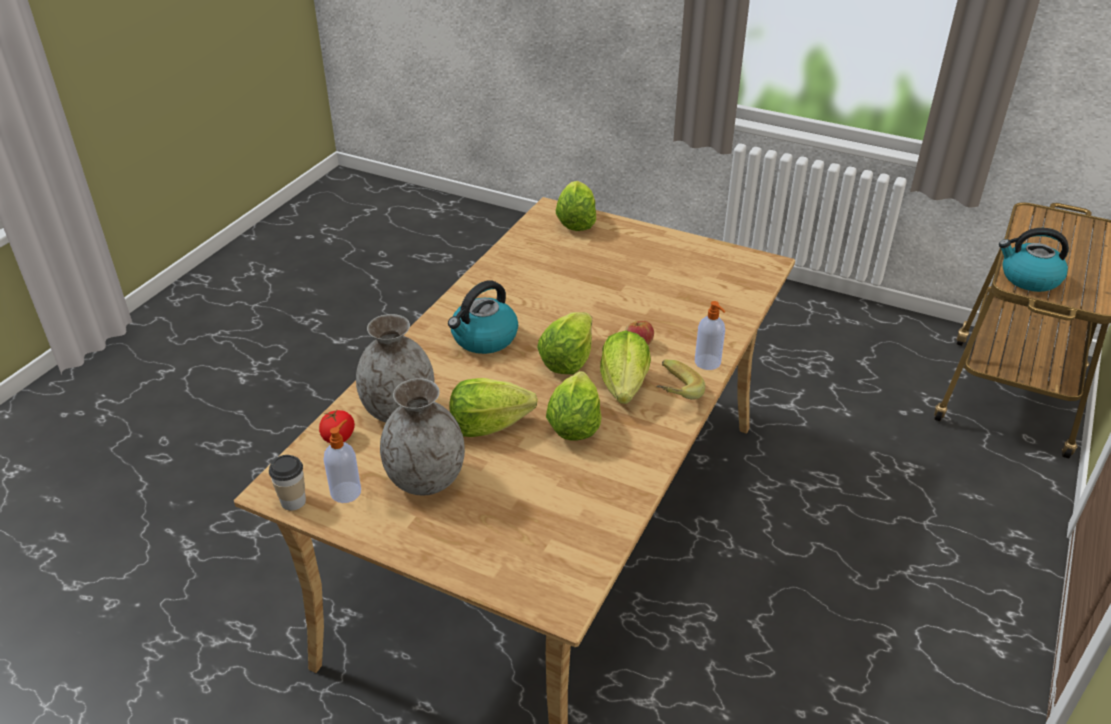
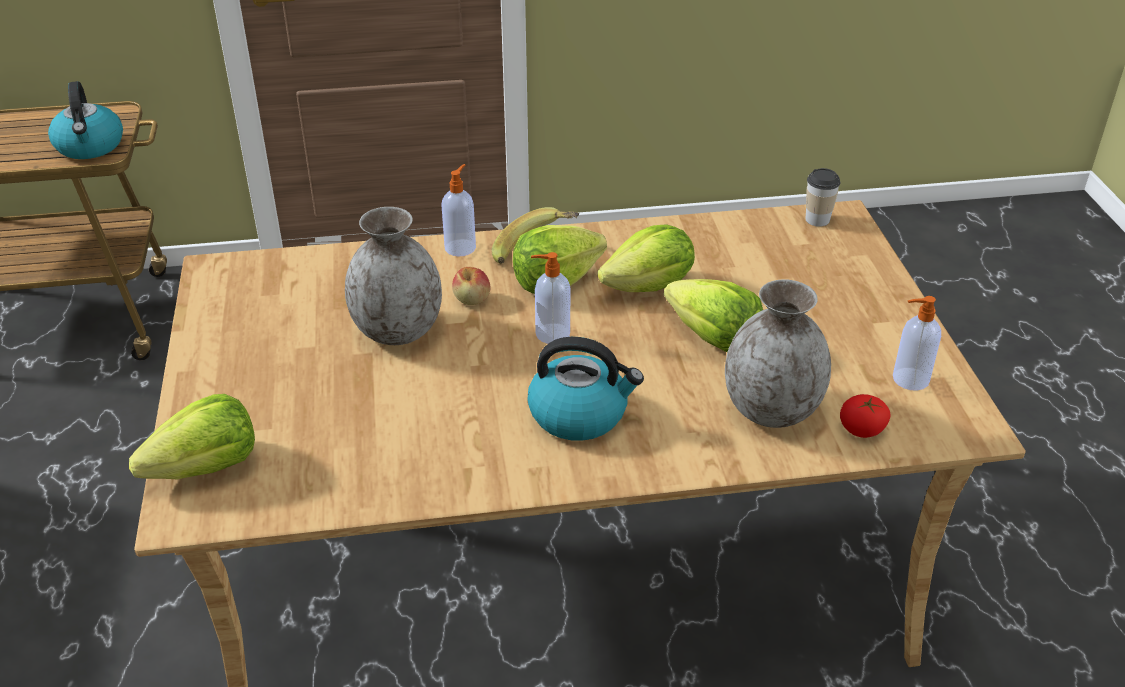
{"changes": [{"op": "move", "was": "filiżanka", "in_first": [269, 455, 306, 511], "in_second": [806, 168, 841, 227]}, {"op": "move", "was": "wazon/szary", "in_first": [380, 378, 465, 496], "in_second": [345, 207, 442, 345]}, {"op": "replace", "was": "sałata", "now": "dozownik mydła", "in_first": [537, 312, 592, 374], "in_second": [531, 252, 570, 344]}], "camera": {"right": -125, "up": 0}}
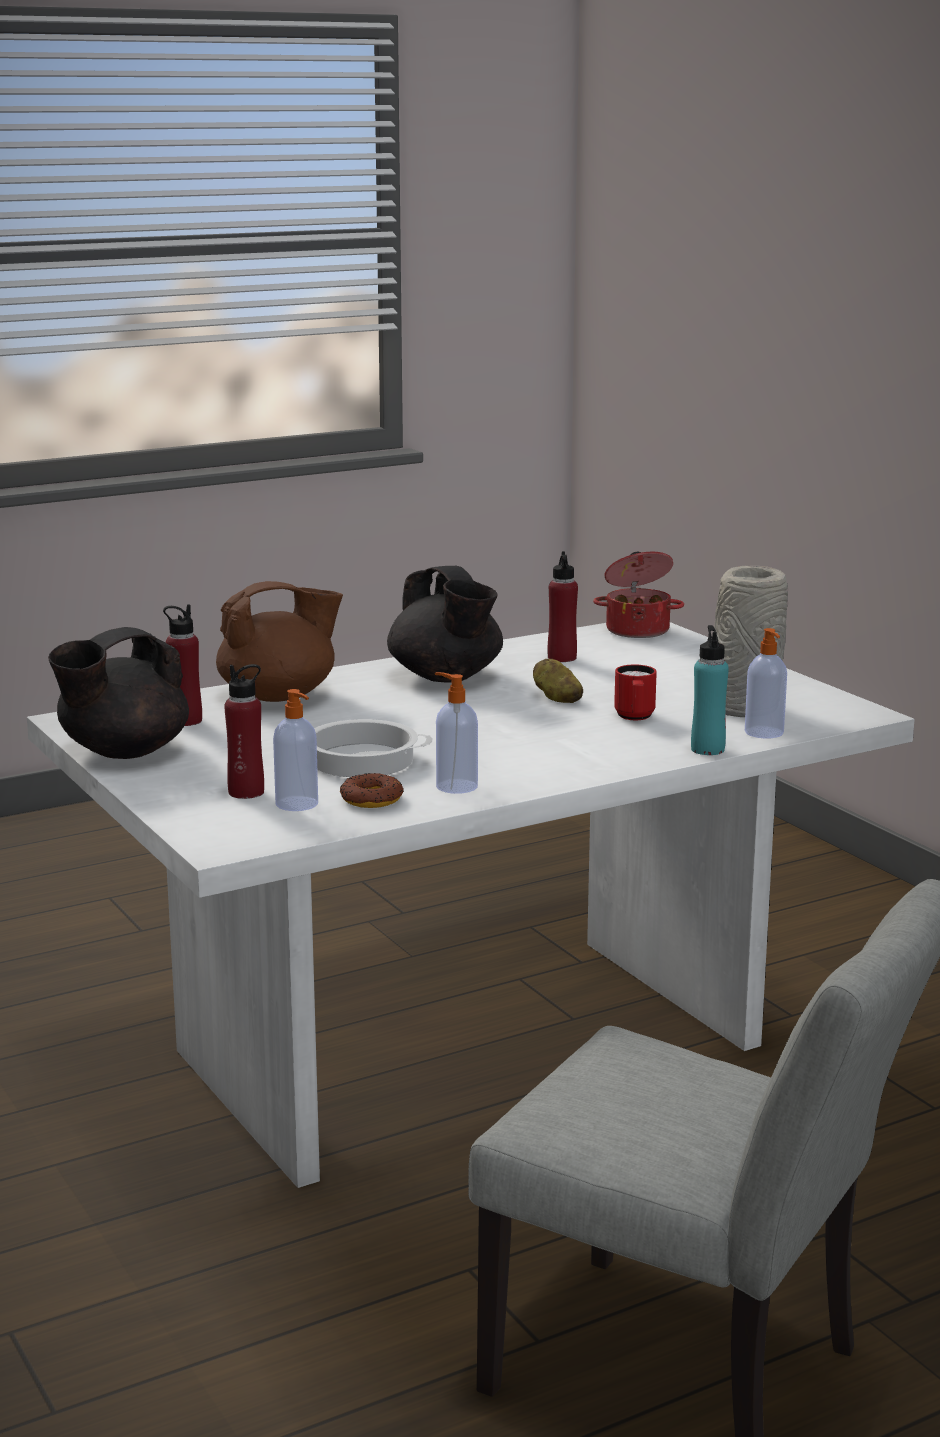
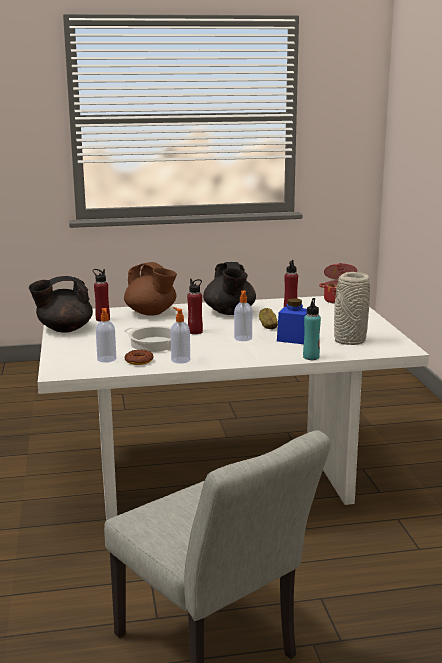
{"changes": [{"op": "move", "was": "butelka/czerwony", "in_first": [224, 664, 264, 799], "in_second": [187, 279, 203, 334]}, {"op": "move", "was": "dozownik mydła", "in_first": [745, 628, 787, 739], "in_second": [234, 291, 252, 341]}, {"op": "replace", "was": "kubek/czerwony", "now": "słoik/niebieski", "in_first": [614, 664, 657, 720], "in_second": [277, 298, 307, 344]}, {"op": "rotate", "was": "imbryk/brązowy", "in_first": [216, 581, 343, 702], "in_second": [124, 262, 177, 316], "clockwise": 45}], "camera": {"right": 20, "up": 0}}
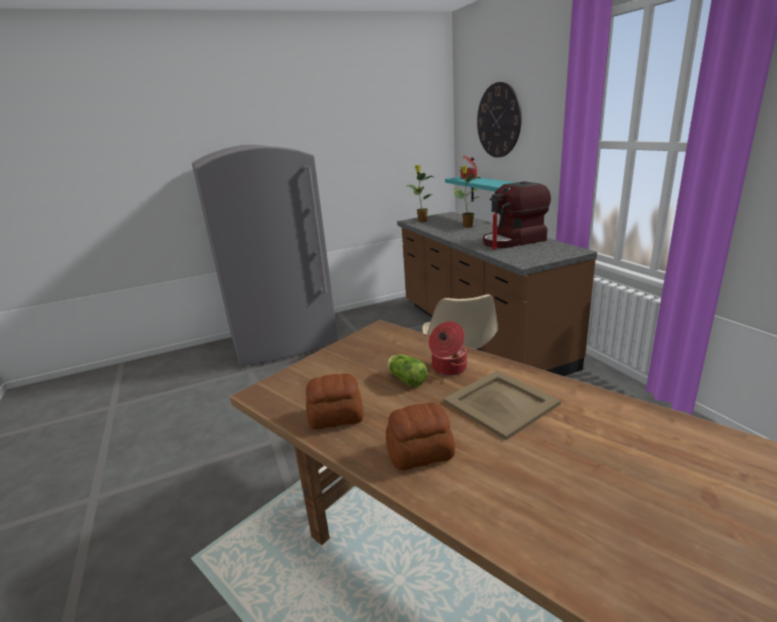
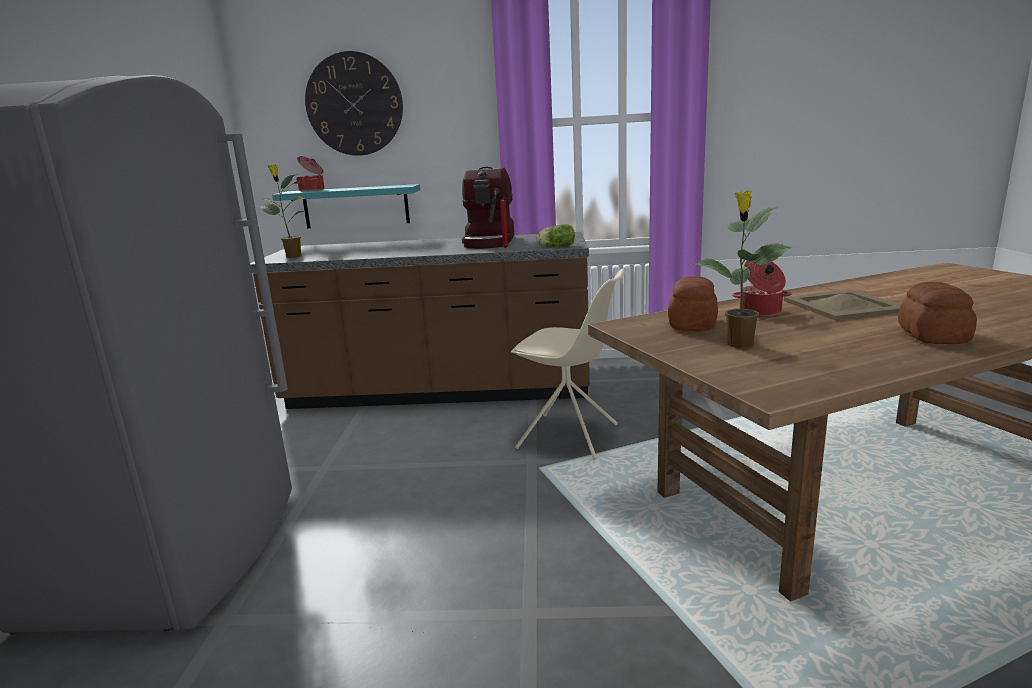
{"changes": [{"op": "move", "was": "chleb", "in_first": [306, 373, 364, 429], "in_second": [668, 276, 718, 331]}, {"op": "move", "was": "sałata", "in_first": [387, 354, 428, 387], "in_second": [536, 224, 575, 246]}, {"op": "move", "was": "roślina doniczkowa", "in_first": [453, 166, 480, 228], "in_second": [694, 191, 792, 348]}], "camera": {"right": -65, "up": -5}}
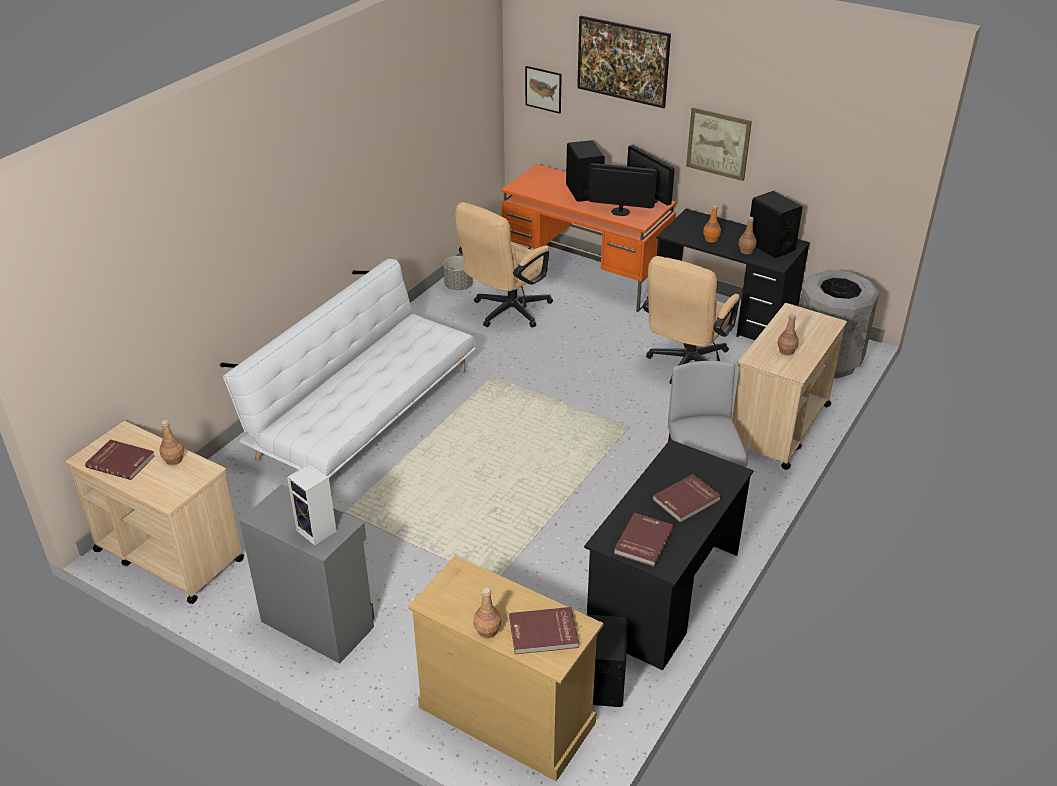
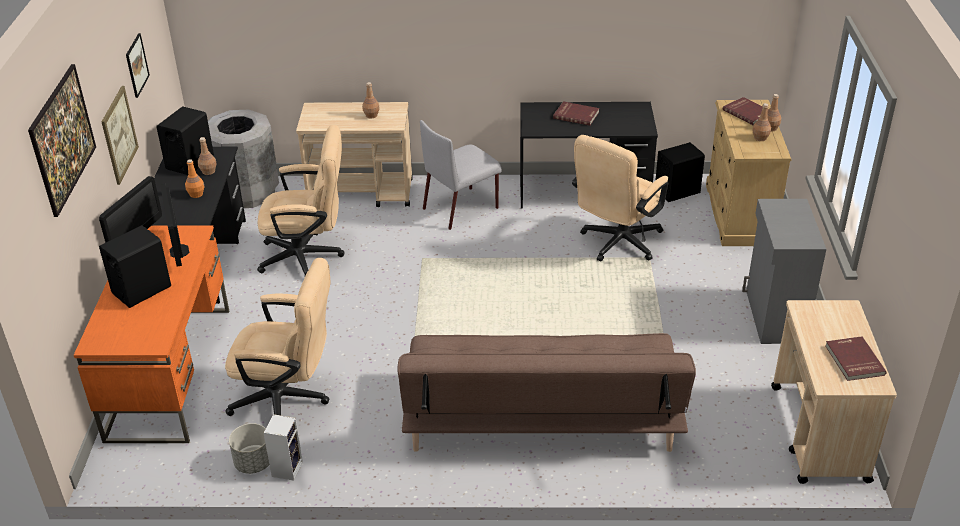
{"changes": [{"op": "delete", "was": "książka/czerwony", "in_first": [614, 513, 674, 567]}, {"op": "insert", "now": "krzesło biurowe/beżowy", "in_second": [572, 135, 668, 262]}, {"op": "move", "was": "butelka/brązowy", "in_first": [159, 420, 184, 465], "in_second": [752, 103, 771, 141]}, {"op": "move", "was": "głośnik", "in_first": [287, 464, 337, 545], "in_second": [264, 414, 303, 481]}, {"op": "move", "was": "obraz", "in_first": [525, 66, 562, 114], "in_second": [126, 33, 150, 98]}, {"op": "recolor", "was": "kanapa/biały", "now": "kanapa/brązowy", "in_first": [220, 259, 476, 489], "in_second": [397, 333, 696, 452]}], "camera": {"right": -120, "up": 0}}
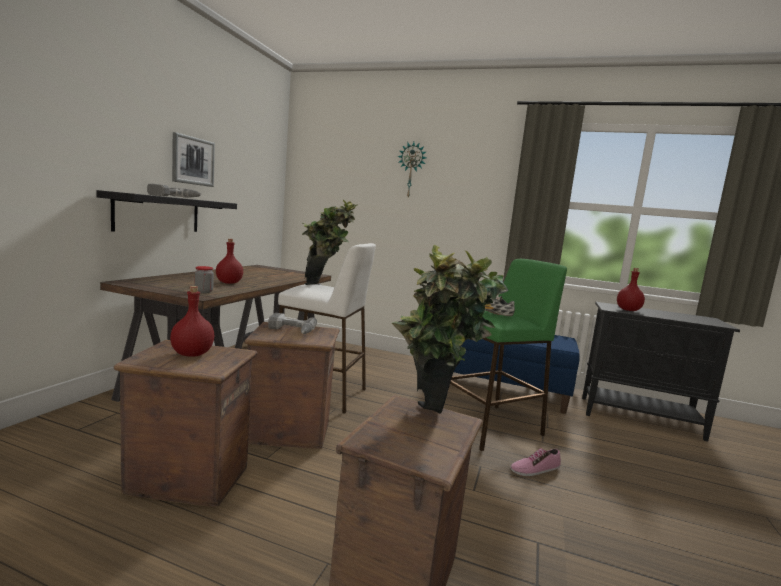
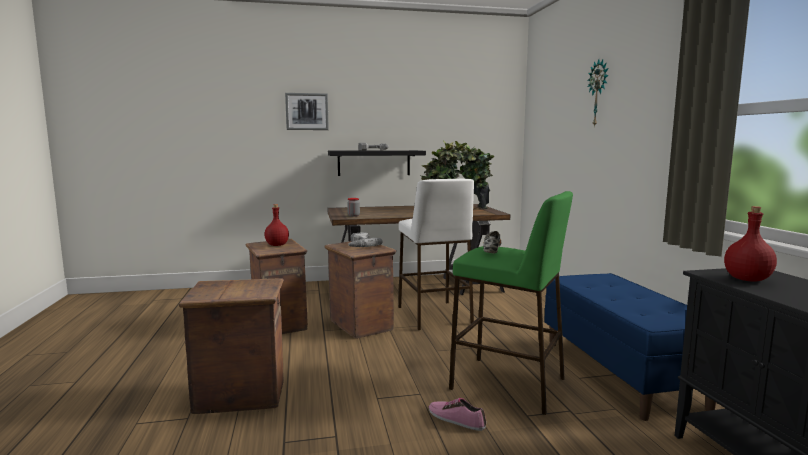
{"changes": [{"op": "delete", "was": "butelka/czerwony", "in_first": [216, 239, 243, 284]}, {"op": "move", "was": "obraz", "in_first": [172, 132, 215, 187], "in_second": [285, 93, 329, 130]}, {"op": "move", "was": "roślina doniczkowa", "in_first": [392, 245, 509, 414], "in_second": [457, 144, 494, 209]}], "camera": {"right": 60, "up": 0}}
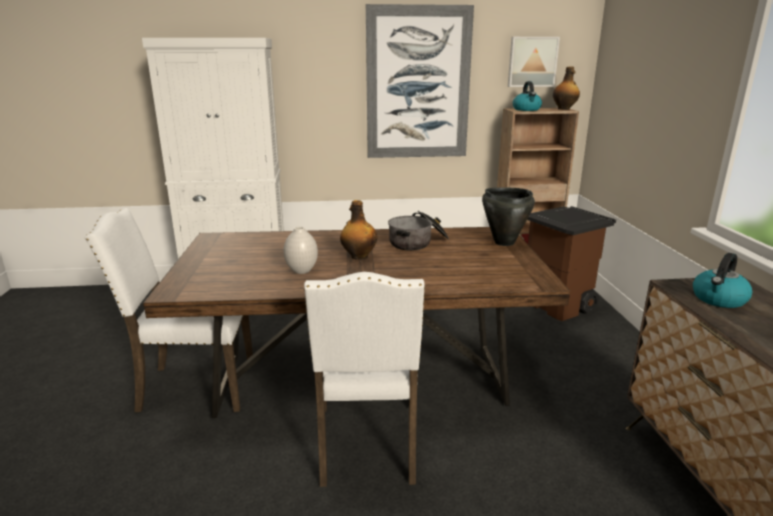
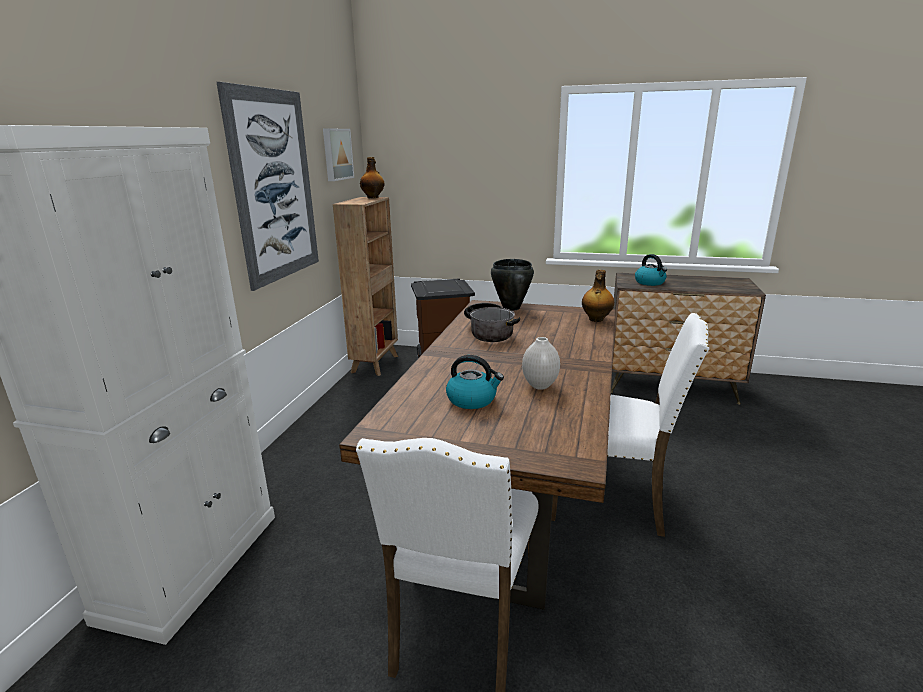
{"changes": [{"op": "move", "was": "butelka", "in_first": [340, 200, 377, 260], "in_second": [582, 270, 614, 322]}, {"op": "move", "was": "czajnik", "in_first": [513, 81, 542, 111], "in_second": [446, 355, 504, 409]}], "camera": {"right": -70, "up": 0}}
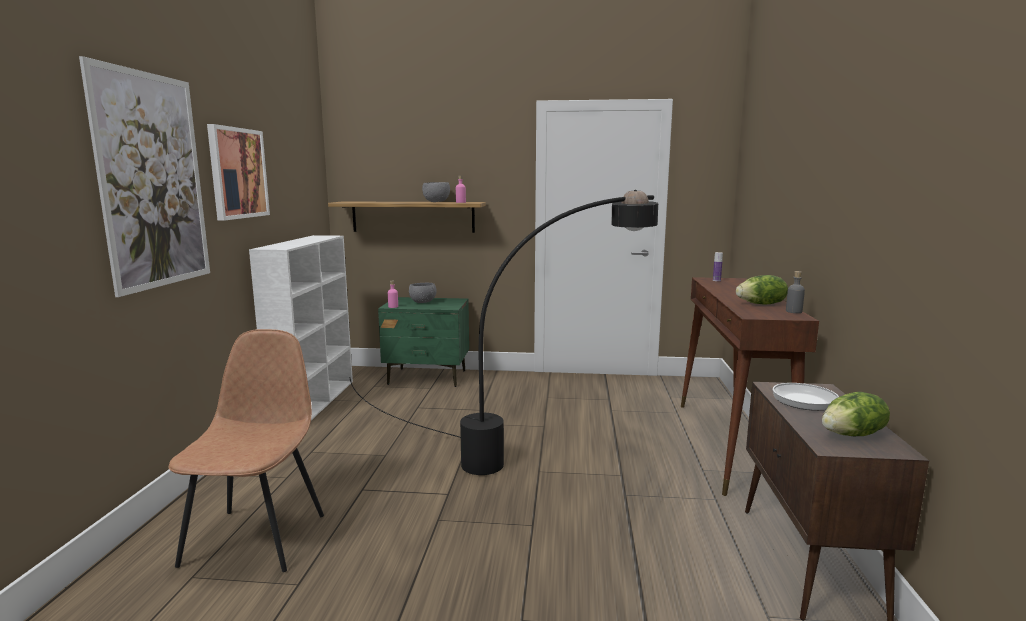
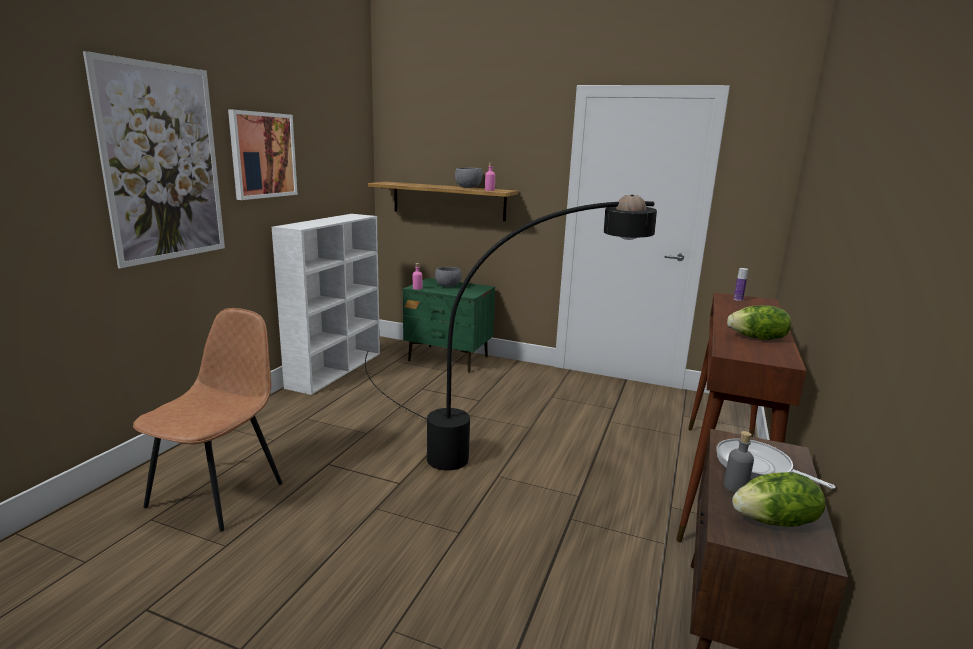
{"changes": [{"op": "move", "was": "butelka/szary", "in_first": [786, 271, 805, 313], "in_second": [724, 431, 754, 493]}], "camera": {"right": 15, "up": 5}}
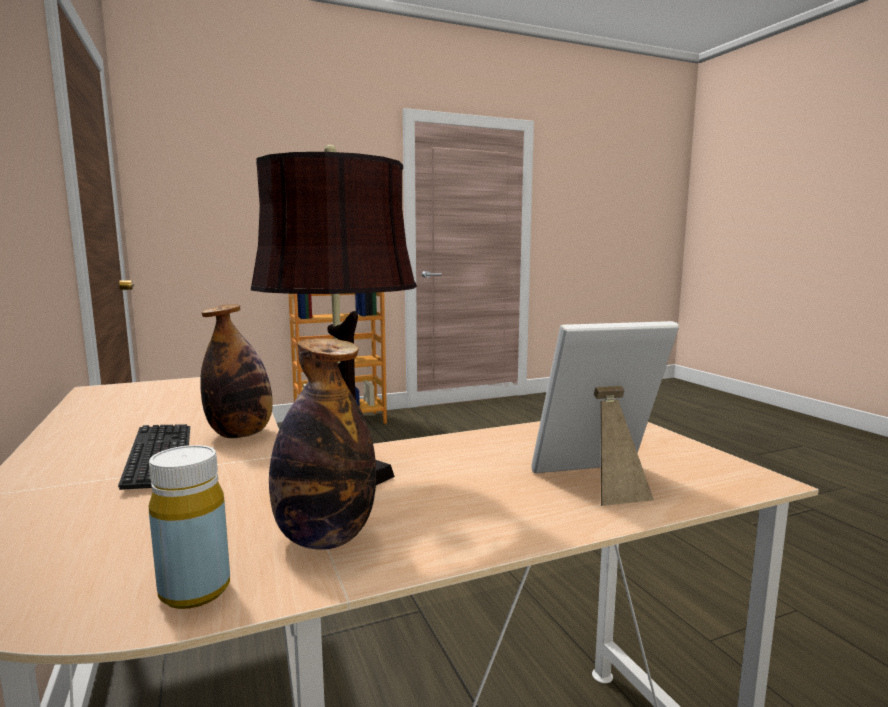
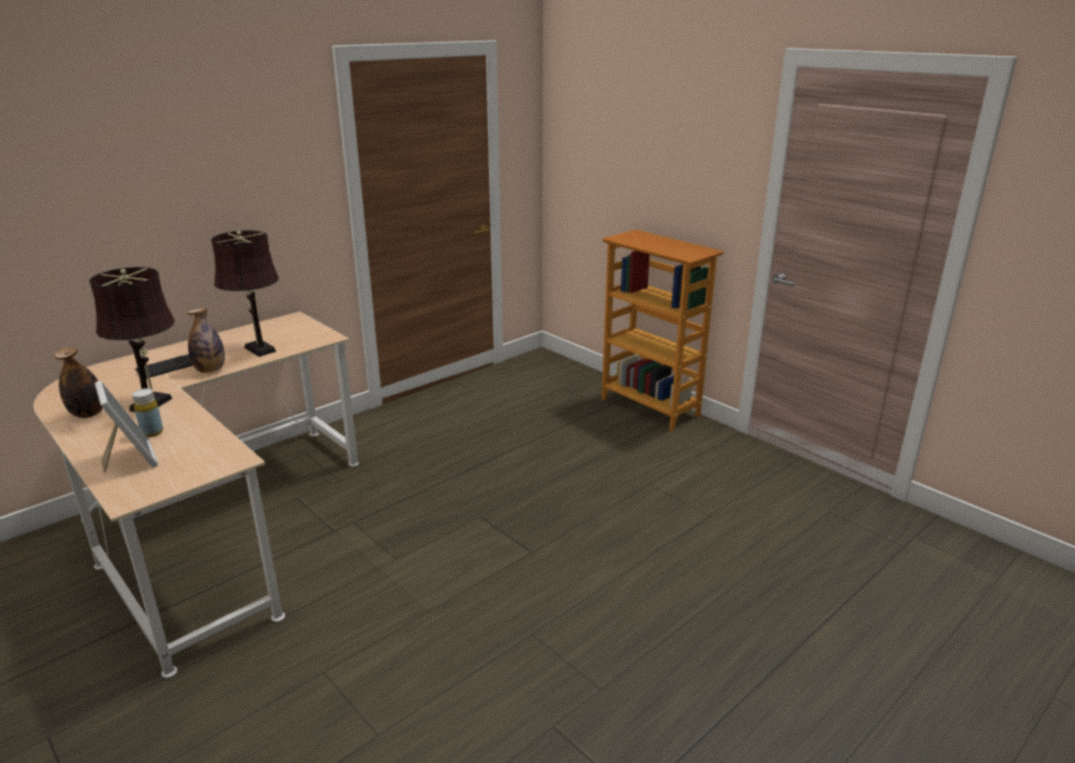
{"changes": [{"op": "insert", "now": "lampa stołowa/brązowy", "in_second": [211, 230, 279, 357]}, {"op": "move", "was": "butelka/żółty", "in_first": [149, 445, 230, 609], "in_second": [132, 388, 163, 437]}], "camera": {"right": 70, "up": 15}}
